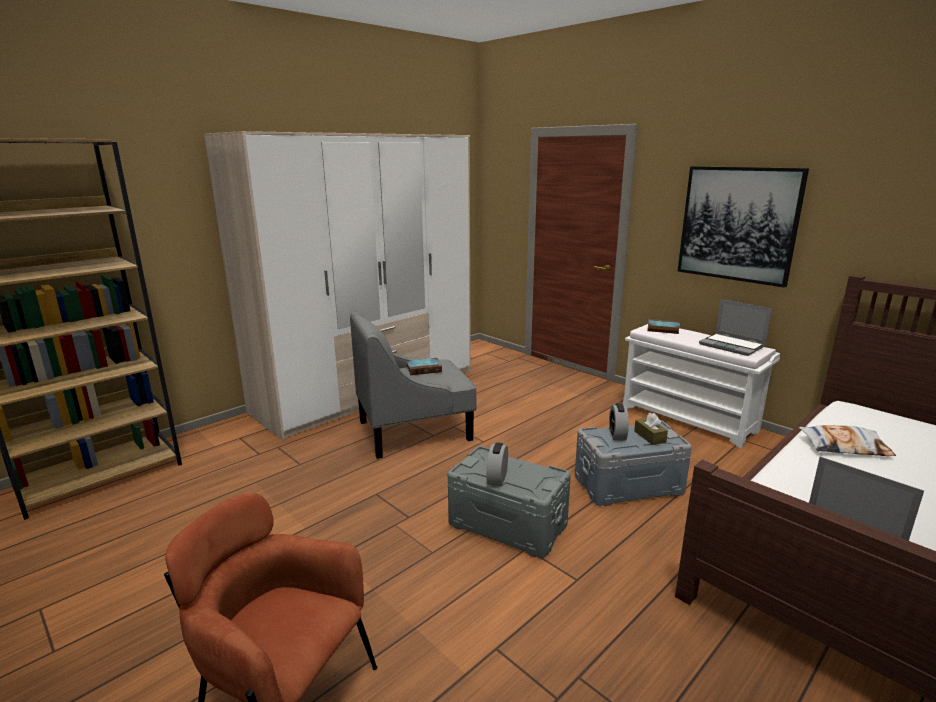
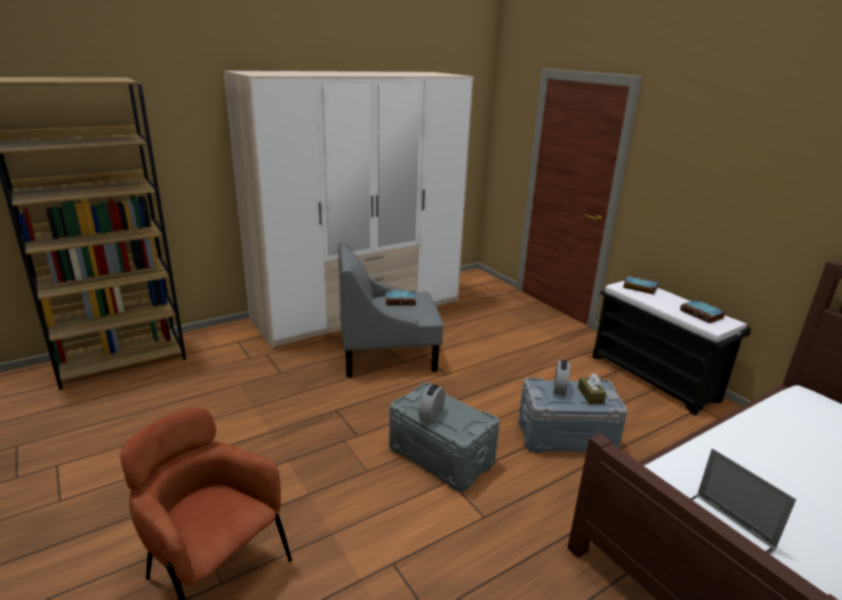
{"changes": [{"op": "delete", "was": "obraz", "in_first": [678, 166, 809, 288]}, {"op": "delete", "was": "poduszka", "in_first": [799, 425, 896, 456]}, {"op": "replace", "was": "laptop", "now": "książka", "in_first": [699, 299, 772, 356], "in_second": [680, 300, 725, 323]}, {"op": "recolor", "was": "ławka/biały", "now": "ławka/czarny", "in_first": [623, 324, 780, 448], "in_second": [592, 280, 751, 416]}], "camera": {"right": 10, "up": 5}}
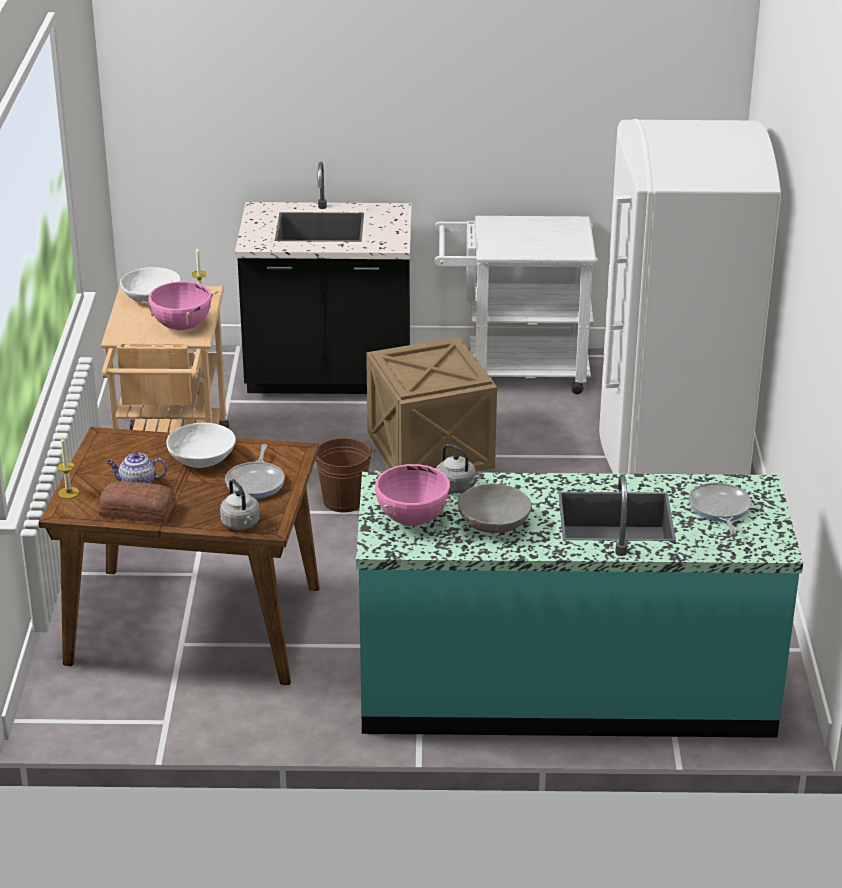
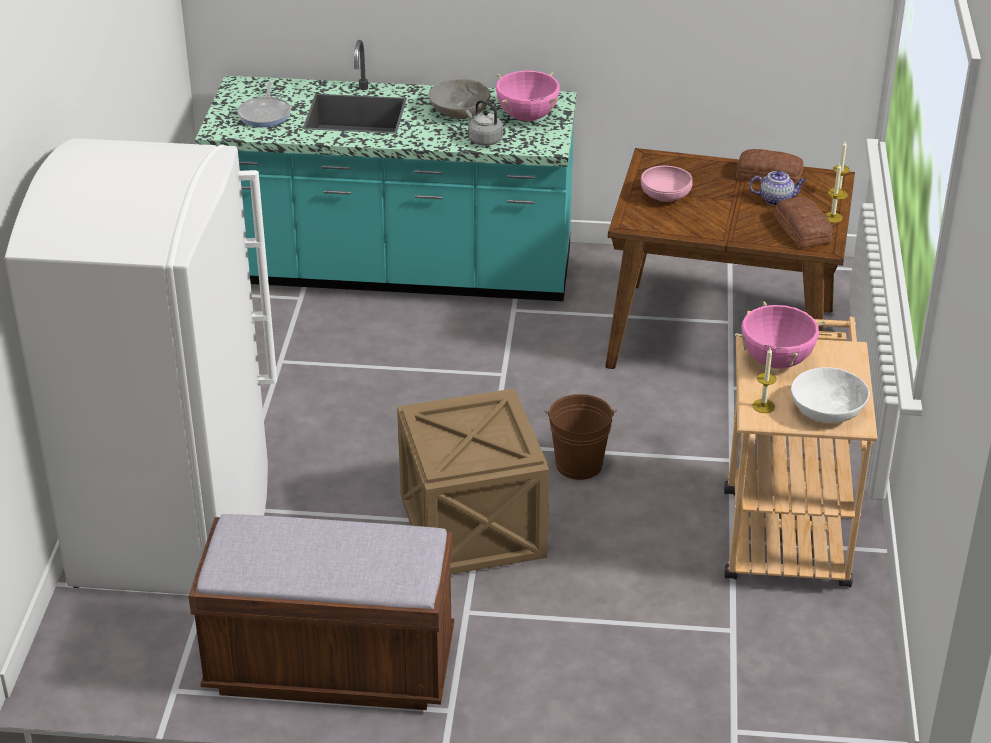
{"changes": [{"op": "delete", "was": "miska/biały", "in_first": [166, 422, 236, 468]}, {"op": "delete", "was": "czajnik/szary", "in_first": [220, 479, 260, 530]}, {"op": "delete", "was": "zabudowa kuchenna/czarny", "in_first": [235, 162, 412, 394]}, {"op": "insert", "now": "chleb", "in_second": [774, 197, 833, 248]}, {"op": "insert", "now": "świeca", "in_second": [824, 164, 845, 223]}, {"op": "replace", "was": "patelnia", "now": "miska/różowy", "in_first": [225, 444, 285, 499], "in_second": [641, 166, 692, 202]}, {"op": "replace", "was": "wózek/biały", "now": "ławka/brązowy", "in_first": [435, 216, 599, 394], "in_second": [189, 514, 454, 710]}], "camera": {"right": -175, "up": 5}}
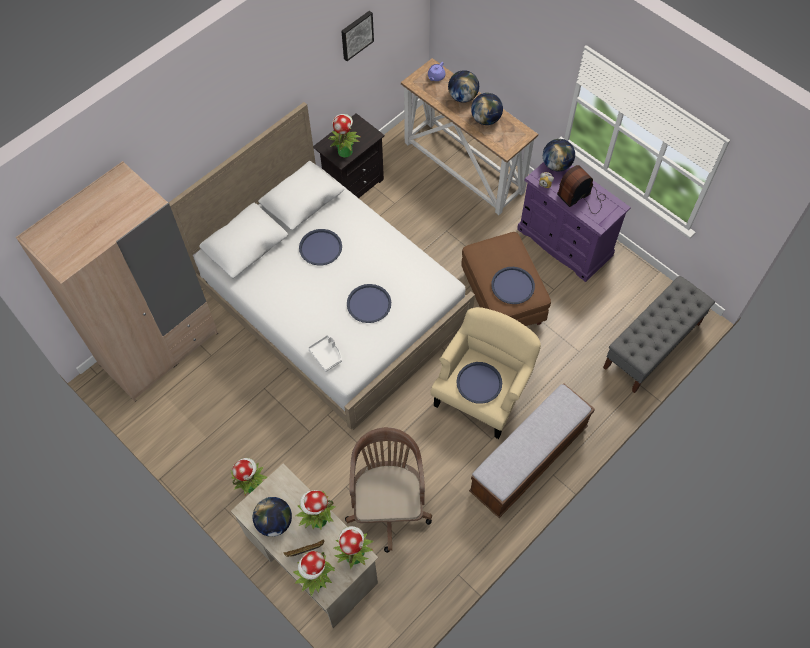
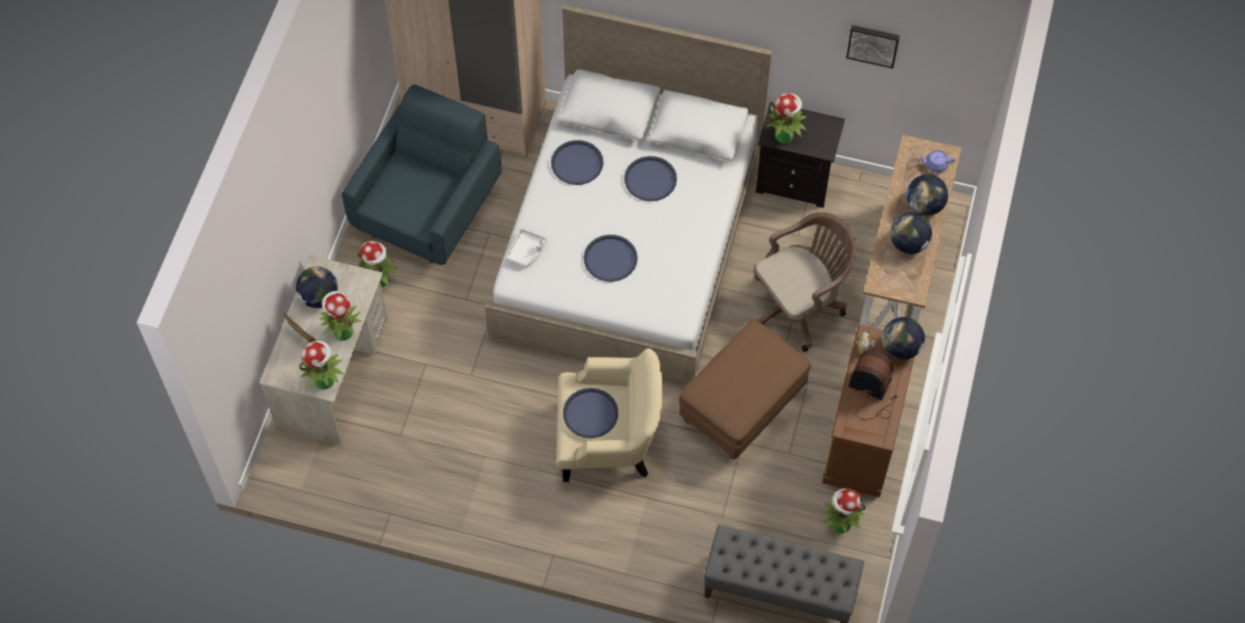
{"changes": [{"op": "delete", "was": "ławka", "in_first": [469, 384, 595, 518]}, {"op": "insert", "now": "fotel/niebieski", "in_second": [342, 84, 502, 265]}, {"op": "move", "was": "roślina doniczkowa", "in_first": [293, 551, 335, 597], "in_second": [821, 488, 865, 533]}, {"op": "move", "was": "krzesło biurowe/brązowy", "in_first": [345, 427, 432, 553], "in_second": [754, 212, 856, 352]}, {"op": "move", "was": "taca/niebieski", "in_first": [491, 267, 535, 304], "in_second": [551, 140, 604, 185]}, {"op": "recolor", "was": "komoda/fioletowy", "now": "komoda/brązowy", "in_first": [517, 162, 631, 282], "in_second": [822, 324, 914, 497]}], "camera": {"right": 60, "up": 0}}
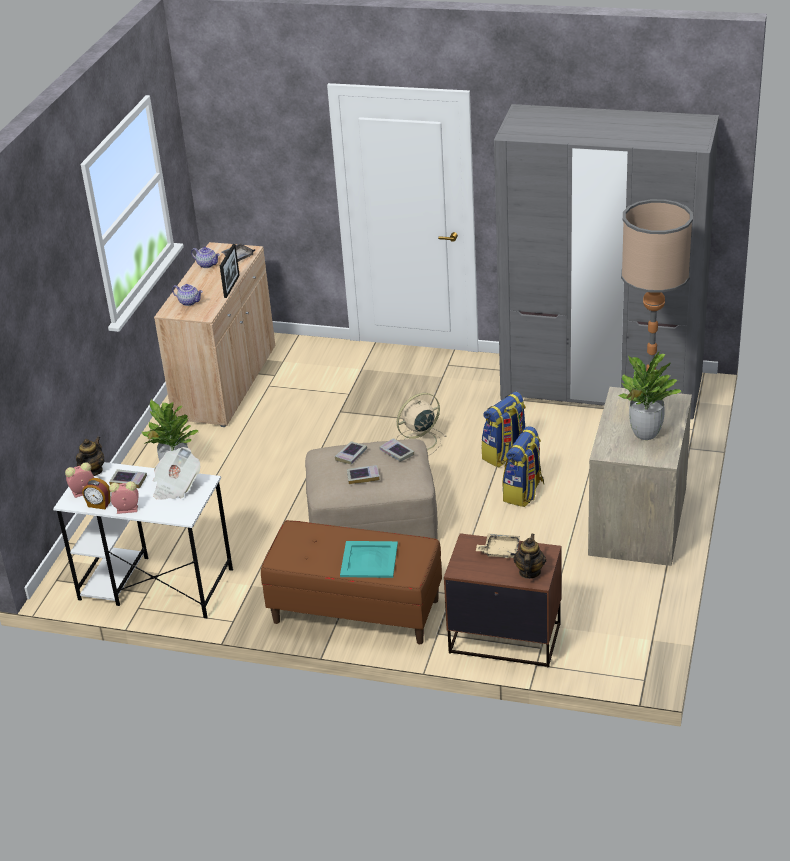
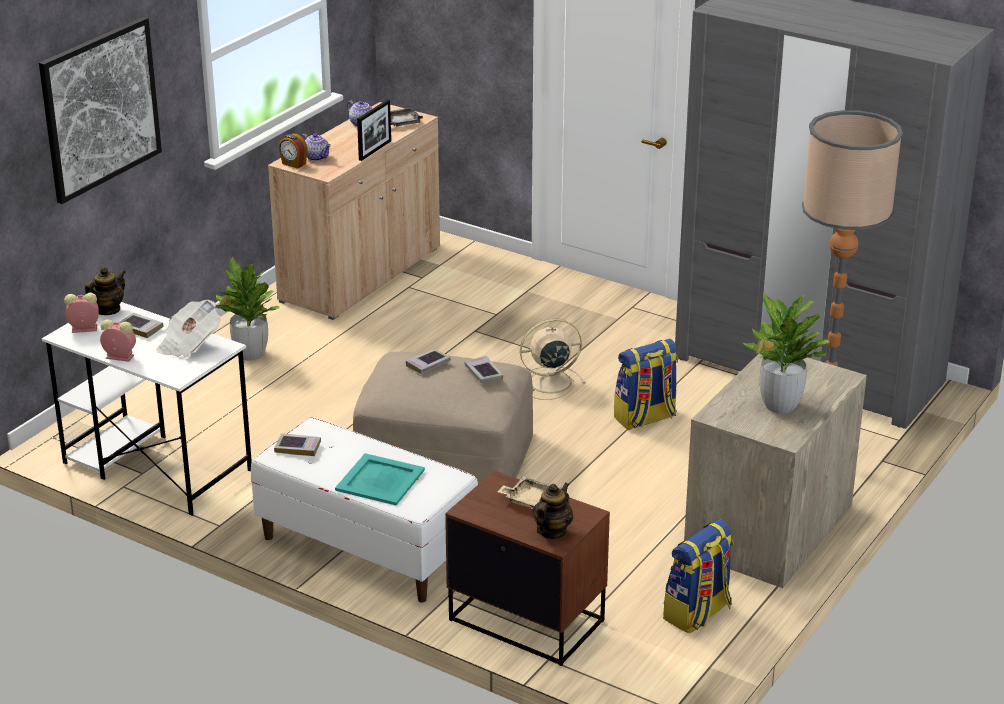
{"changes": [{"op": "insert", "now": "obraz", "in_second": [39, 17, 162, 204]}, {"op": "move", "was": "budzik", "in_first": [82, 478, 110, 509], "in_second": [279, 134, 307, 169]}, {"op": "move", "was": "książka", "in_first": [347, 465, 380, 484], "in_second": [274, 433, 321, 456]}, {"op": "move", "was": "plecak", "in_first": [502, 426, 544, 507], "in_second": [663, 519, 734, 633]}, {"op": "recolor", "was": "ławka/brązowy", "now": "ławka/biały", "in_first": [261, 520, 442, 644], "in_second": [251, 417, 478, 603]}], "camera": {"right": 15, "up": -5}}
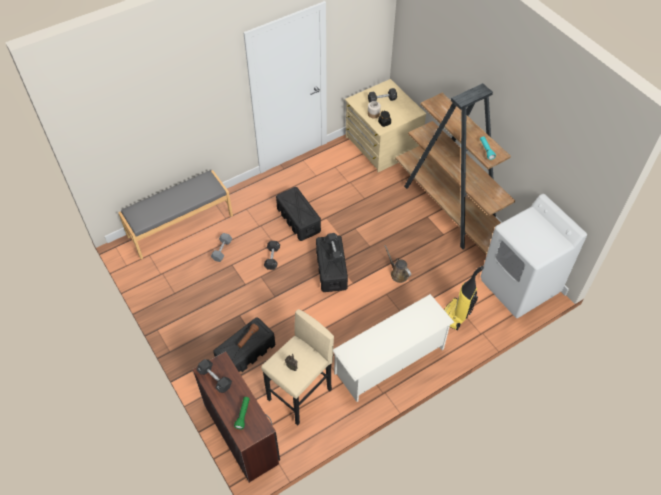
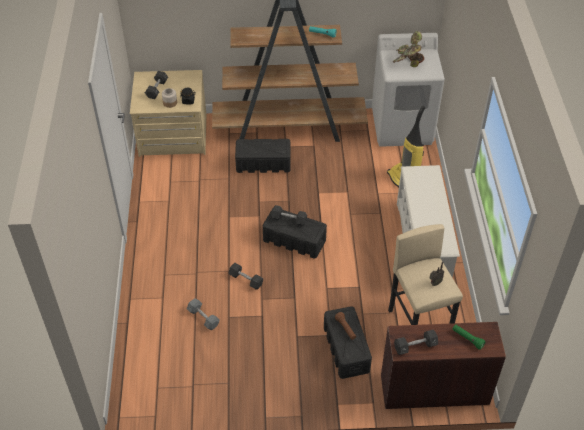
{"changes": [{"op": "delete", "was": "ławka/szary", "in_first": [118, 170, 233, 259]}, {"op": "delete", "was": "konewka/brązowy", "in_first": [384, 245, 411, 283]}, {"op": "insert", "now": "roślina doniczkowa", "in_second": [393, 31, 424, 67]}, {"op": "move", "was": "pojemnik do przechowywania/czarny", "in_first": [276, 187, 321, 241], "in_second": [235, 139, 291, 173]}], "camera": {"right": -60, "up": -5}}
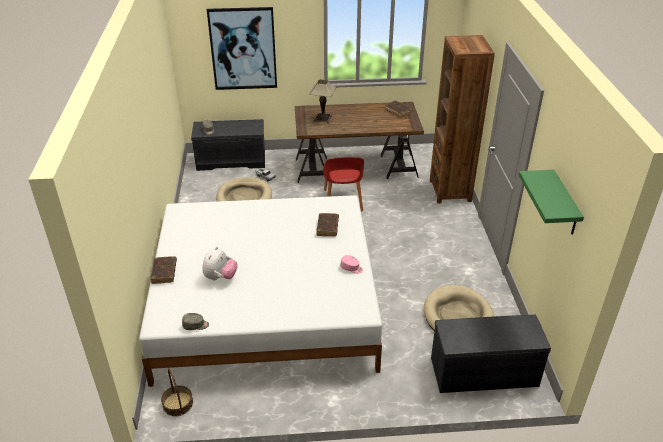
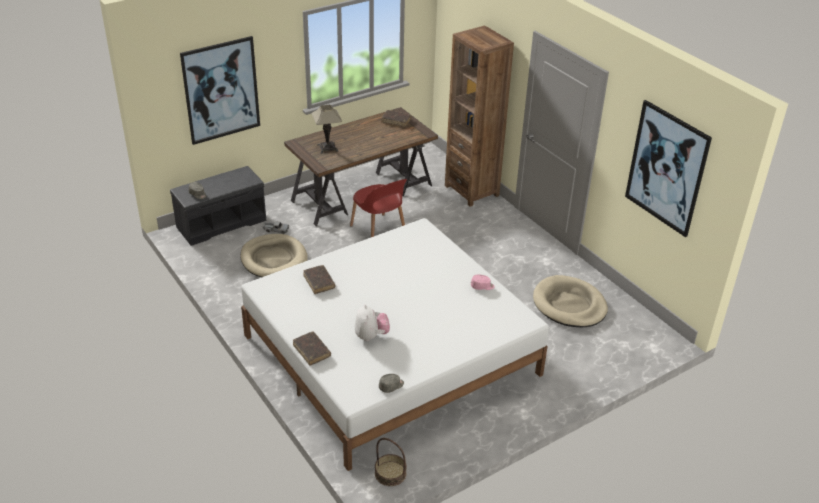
{"changes": [{"op": "delete", "was": "ławka/szary", "in_first": [431, 315, 551, 393]}, {"op": "move", "was": "książka/brązowy", "in_first": [316, 213, 339, 236], "in_second": [303, 265, 335, 294]}, {"op": "replace", "was": "półka/zielony", "now": "obraz", "in_first": [518, 170, 584, 235], "in_second": [625, 100, 712, 237]}], "camera": {"right": -30, "up": 0}}
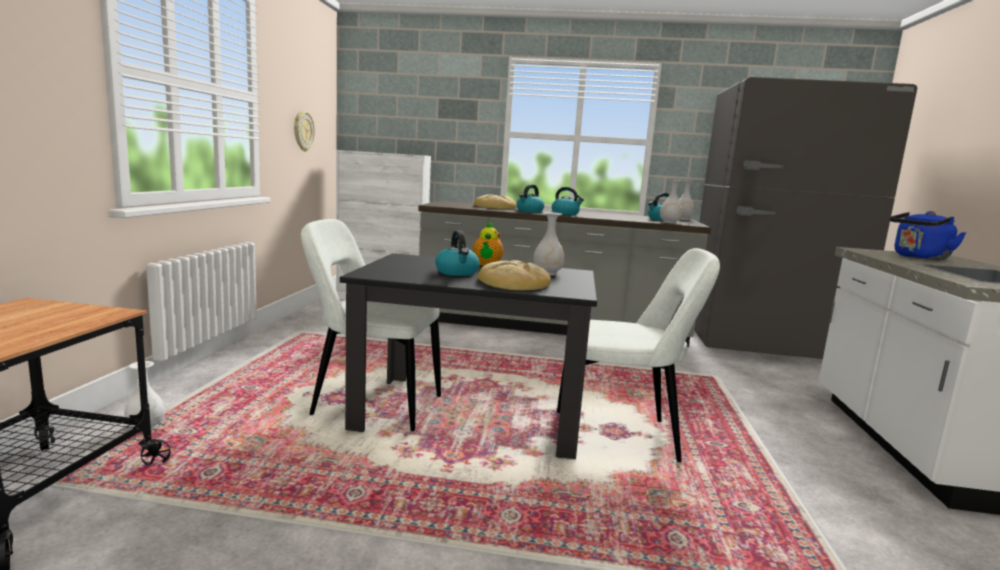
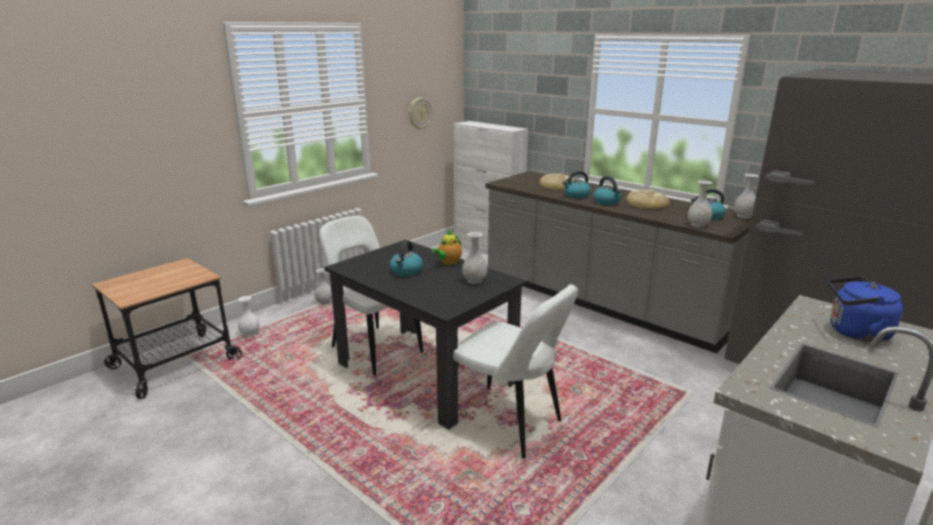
{"changes": [{"op": "insert", "now": "wazon/biały", "in_second": [315, 268, 332, 305]}, {"op": "move", "was": "chleb", "in_first": [477, 260, 551, 290], "in_second": [626, 190, 670, 209]}], "camera": {"right": 35, "up": 10}}
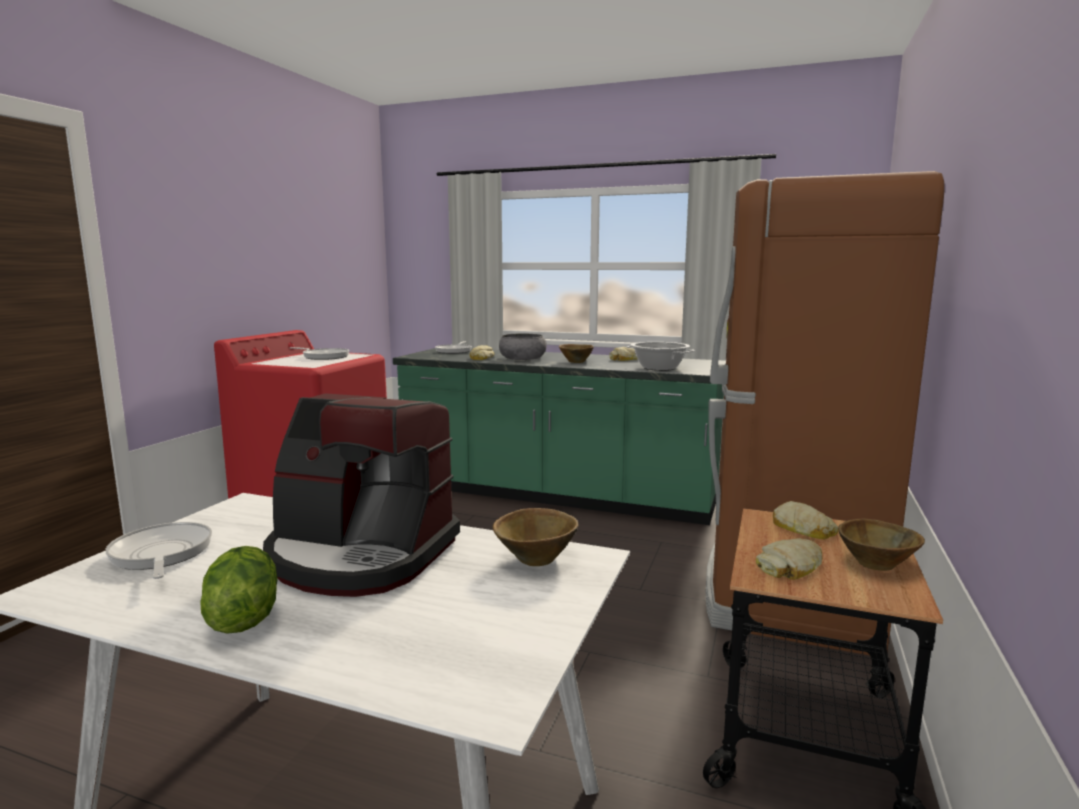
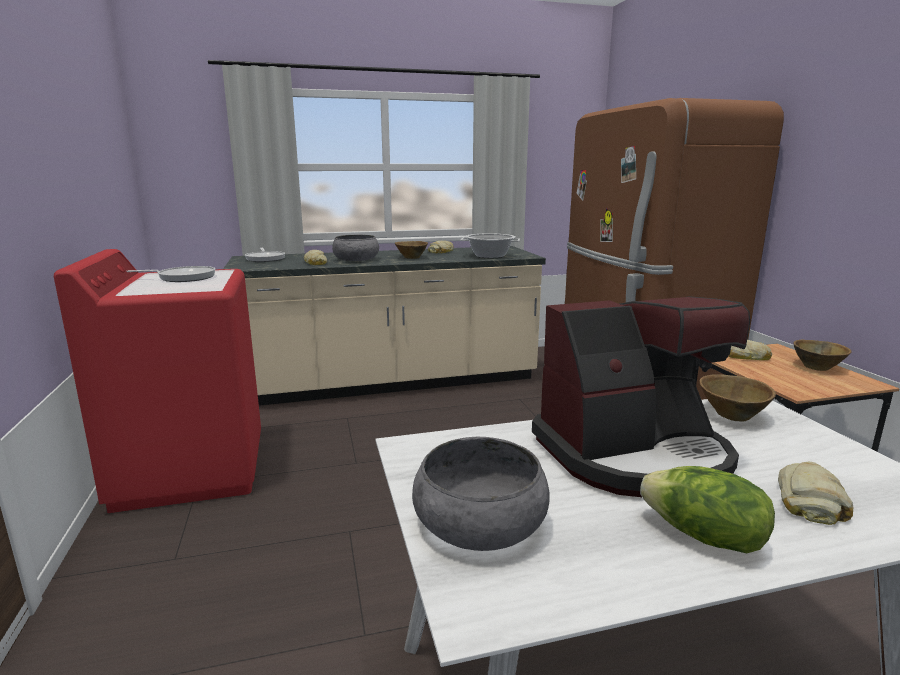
{"changes": [{"op": "move", "was": "chleb", "in_first": [756, 538, 823, 580], "in_second": [778, 461, 853, 525]}, {"op": "replace", "was": "patelnia", "now": "miska/szary", "in_first": [105, 522, 212, 579], "in_second": [412, 437, 550, 551]}, {"op": "recolor", "was": "zabudowa kuchenna/zielony", "now": "zabudowa kuchenna/beżowy", "in_first": [393, 348, 726, 525], "in_second": [223, 246, 546, 406]}], "camera": {"right": -35, "up": 5}}
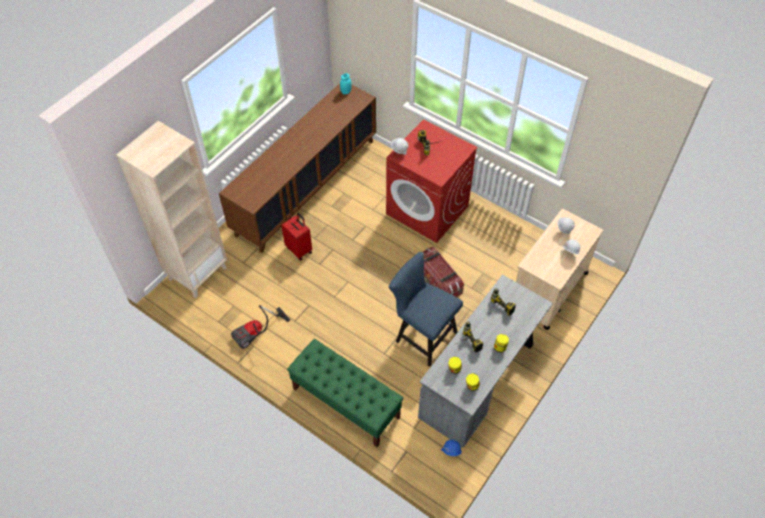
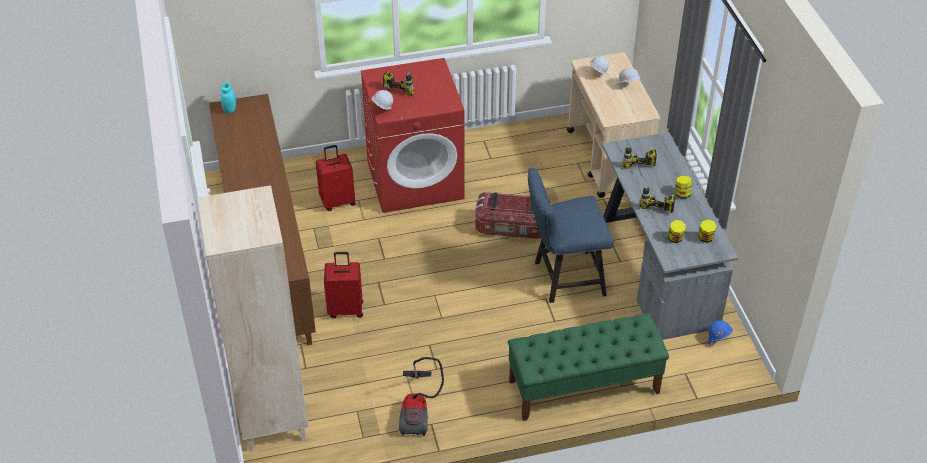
{"changes": [{"op": "insert", "now": "walizka/czerwony", "in_second": [316, 145, 356, 211]}], "camera": {"right": -50, "up": -10}}
